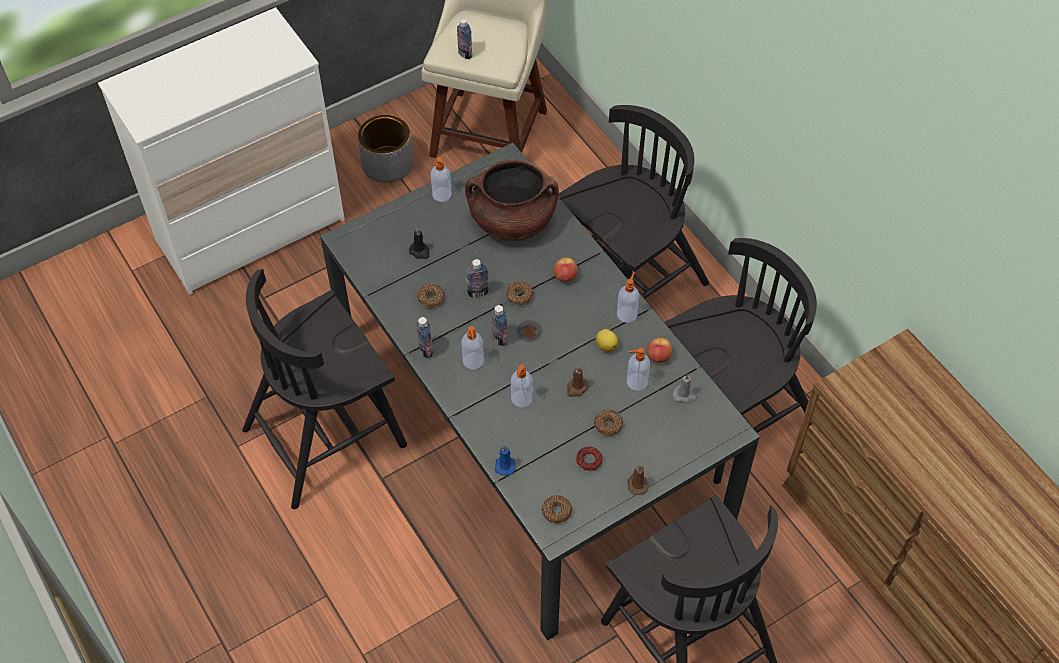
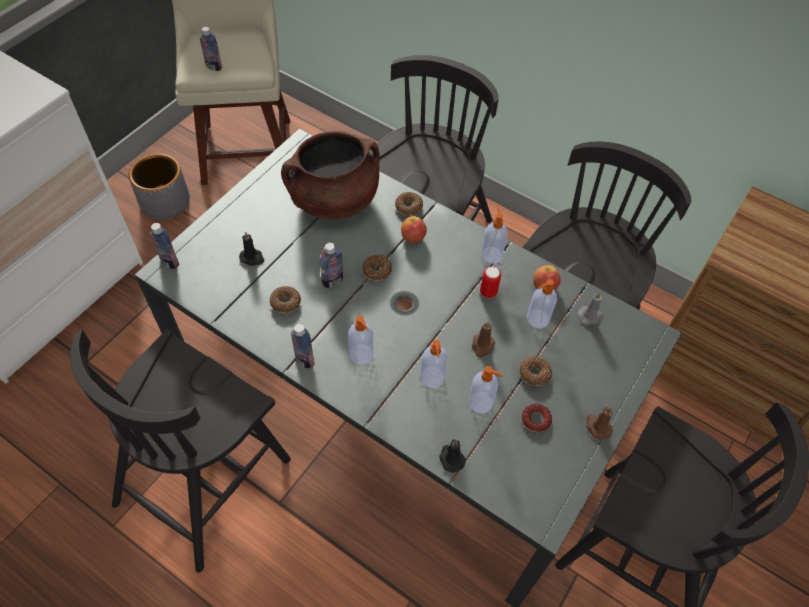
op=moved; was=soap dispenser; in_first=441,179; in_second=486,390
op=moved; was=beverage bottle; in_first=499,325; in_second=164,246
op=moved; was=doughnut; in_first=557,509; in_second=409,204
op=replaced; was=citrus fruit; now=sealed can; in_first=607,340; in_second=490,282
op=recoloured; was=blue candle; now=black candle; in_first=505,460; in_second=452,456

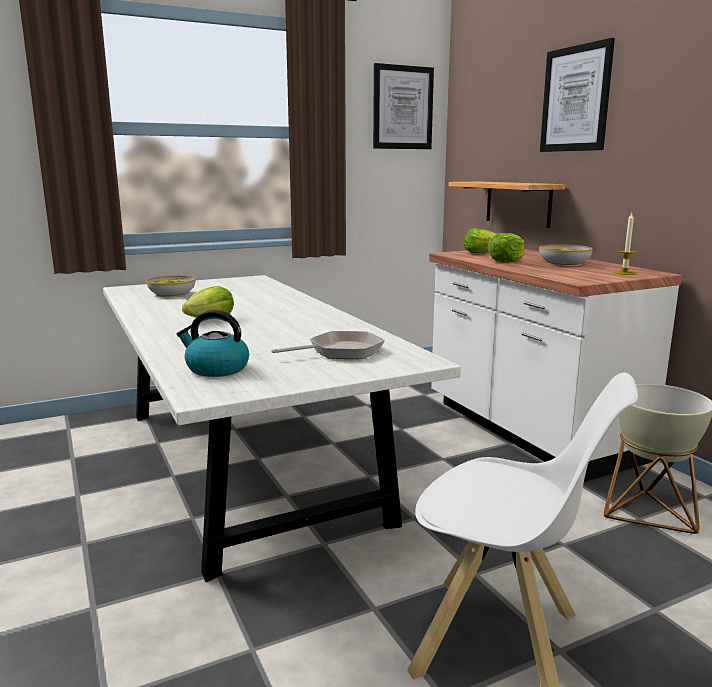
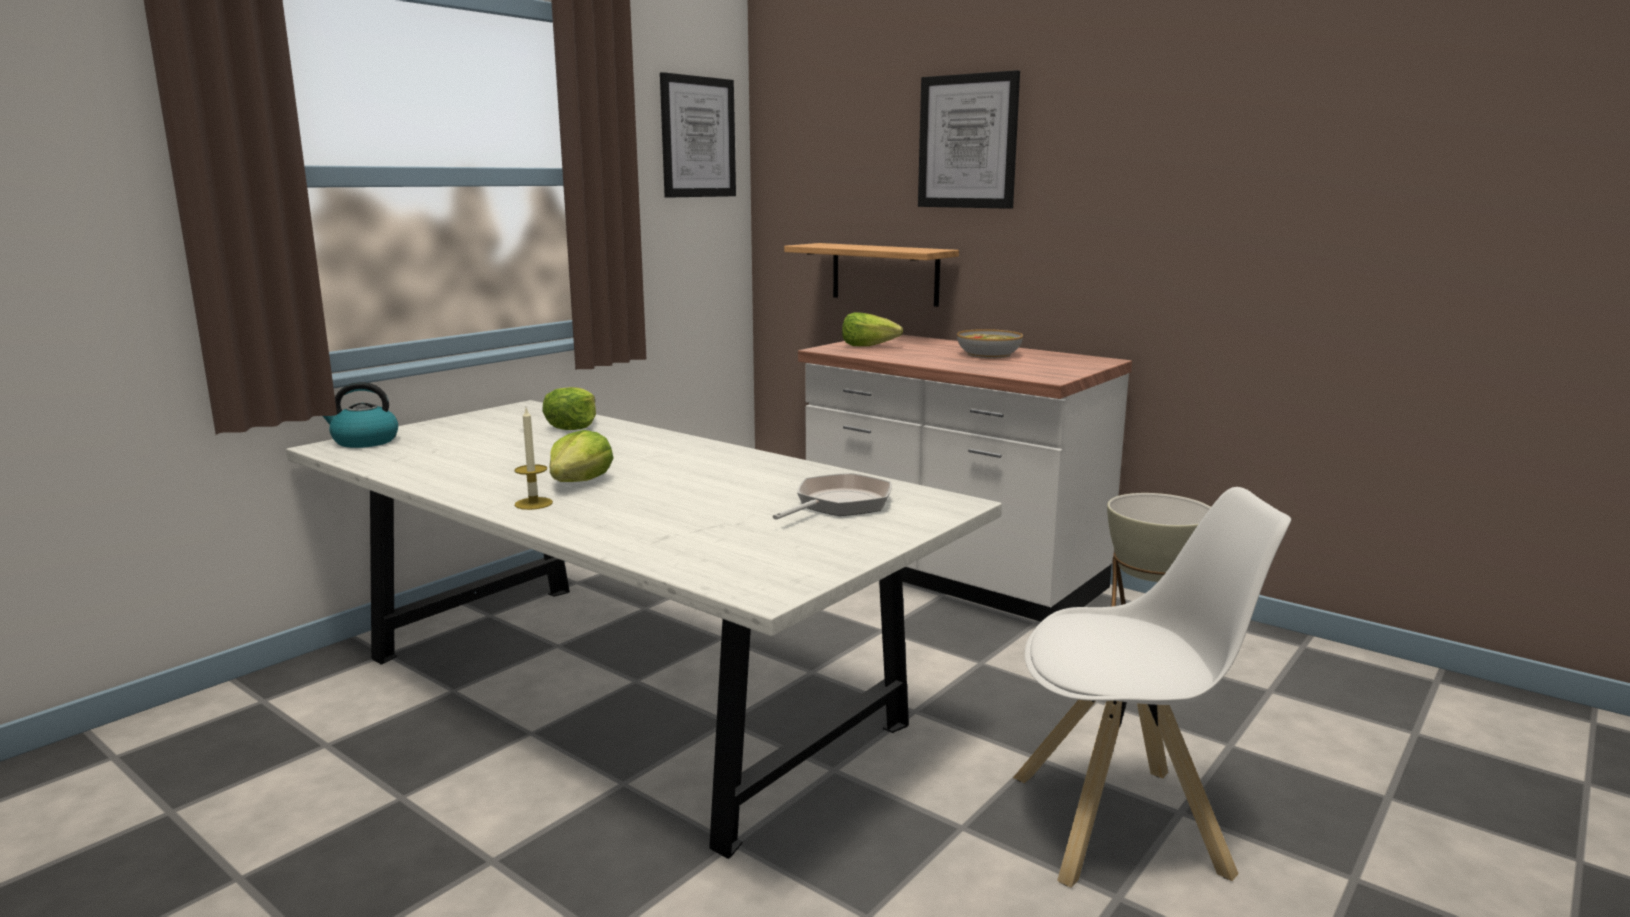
op=removed; was=deep dish; in_first=171,286
op=moved; was=kettle; in_first=213,343; in_second=360,415
op=moved; was=head of lettuce; in_first=506,247; in_second=569,408
op=moved; was=candle; in_first=625,244; in_second=534,459

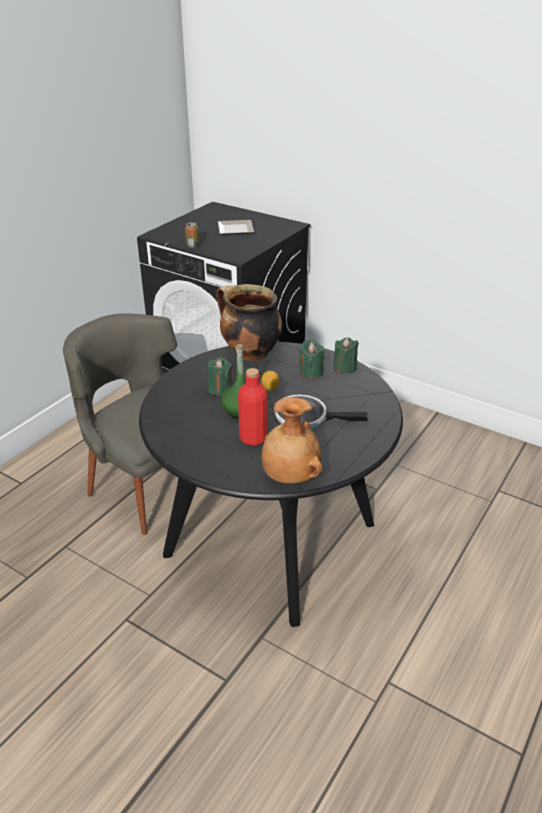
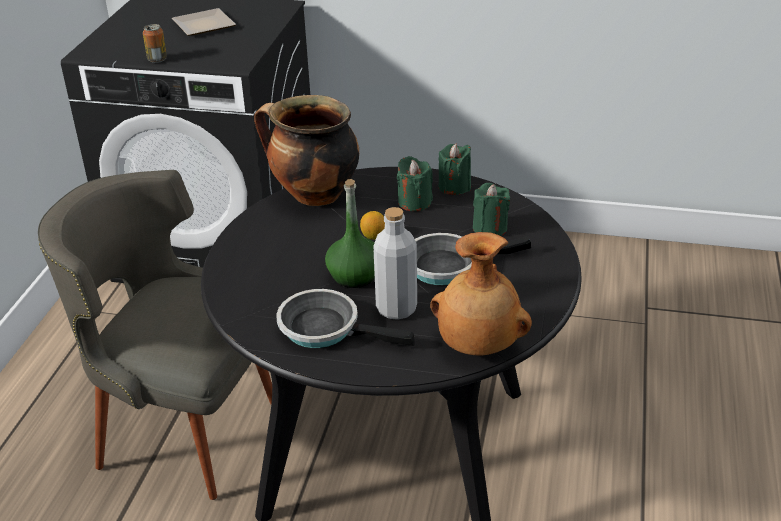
op=added; now=frying pan; in_second=345,318
op=moved; was=green candle; in_first=219,376; in_second=491,209
op=recoloured; was=red-coloured beverage bottle; now=grey beverage bottle; in_first=253,407; in_second=395,263

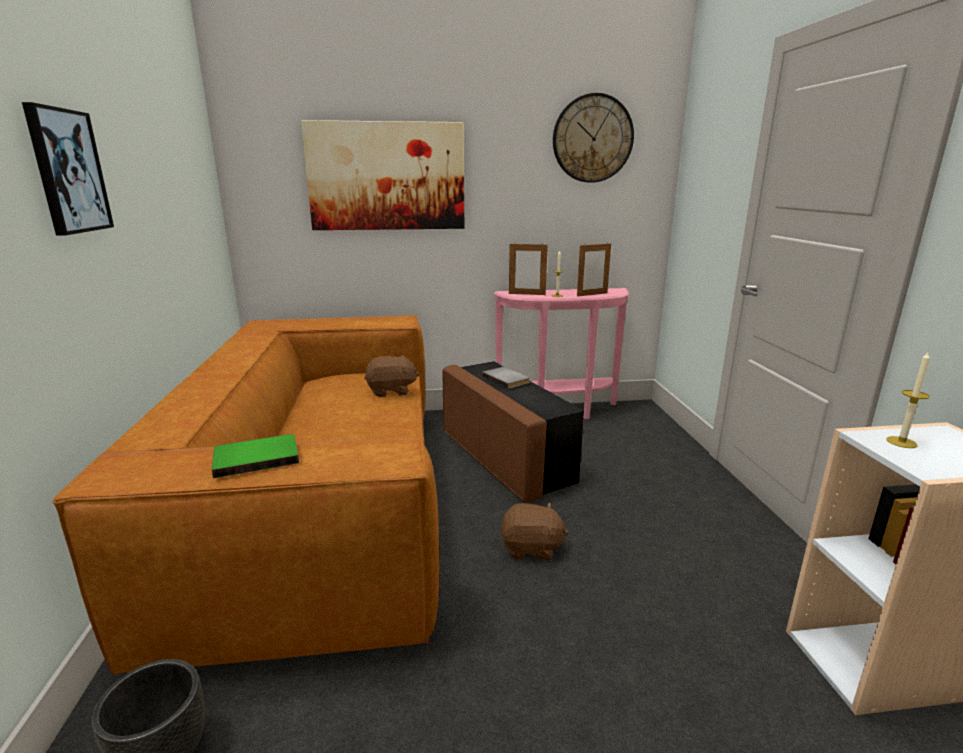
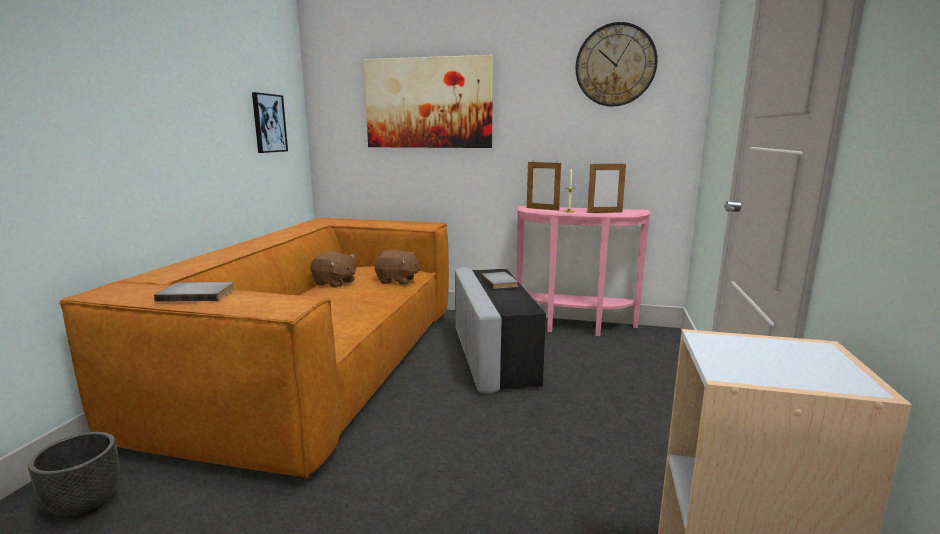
op=removed; was=candle; in_first=908,400
op=moved; was=picture; in_first=68,169; in_second=270,122
op=moved; was=brownish plush toy; in_first=534,531; in_second=333,269
op=recoloured; was=green volume; now=grey volume; in_first=255,456; in_second=194,292
op=recoloured; was=brownish footrest; now=grey footrest; in_first=513,431; in_second=500,330

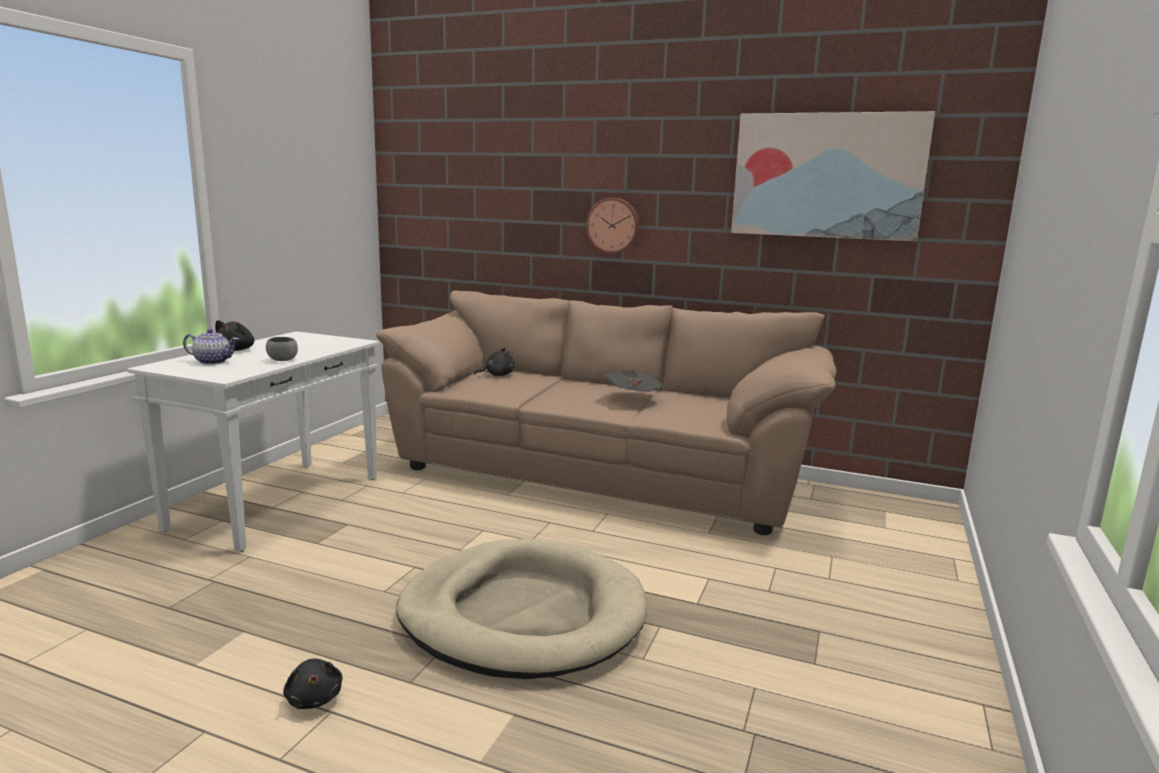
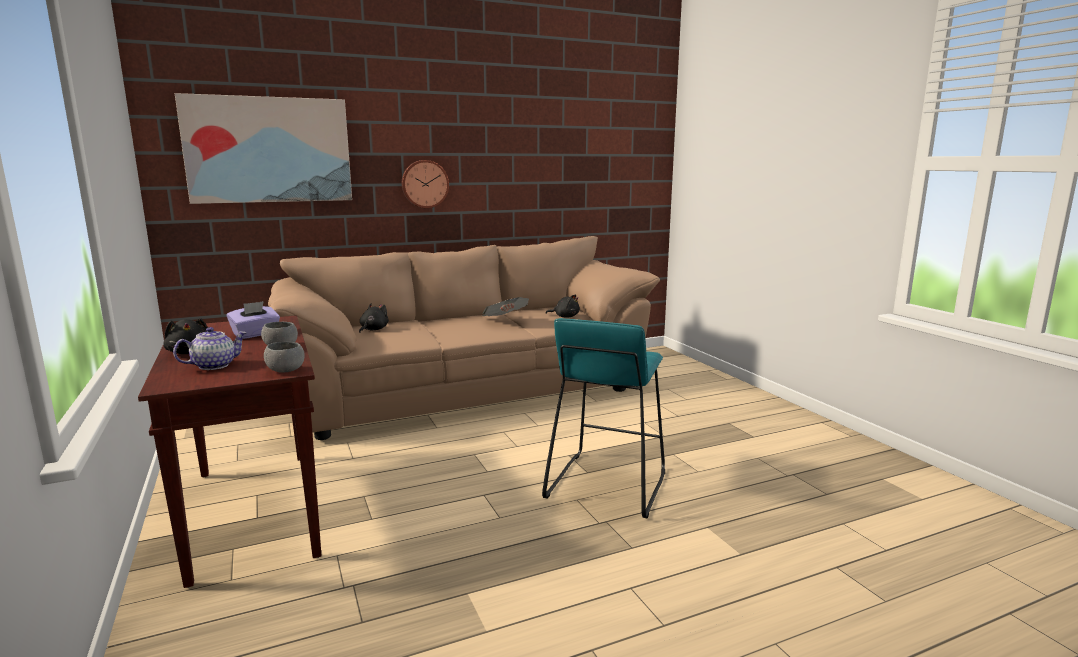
op=added; now=purple-coloured tissue box; in_second=253,320
op=added; now=grey deep dish; in_second=284,357
op=moved; was=black plush toy; in_first=312,684; in_second=563,306
op=moved; was=picture; in_first=833,176; in_second=263,148
op=replaced; was=beige-coloured dog cushion; now=turquoise sitting stool; in_first=521,609; in_second=603,418
op=recoloured; was=whitish narrow table; now=brownish narrow table; in_first=253,441; in_second=230,451

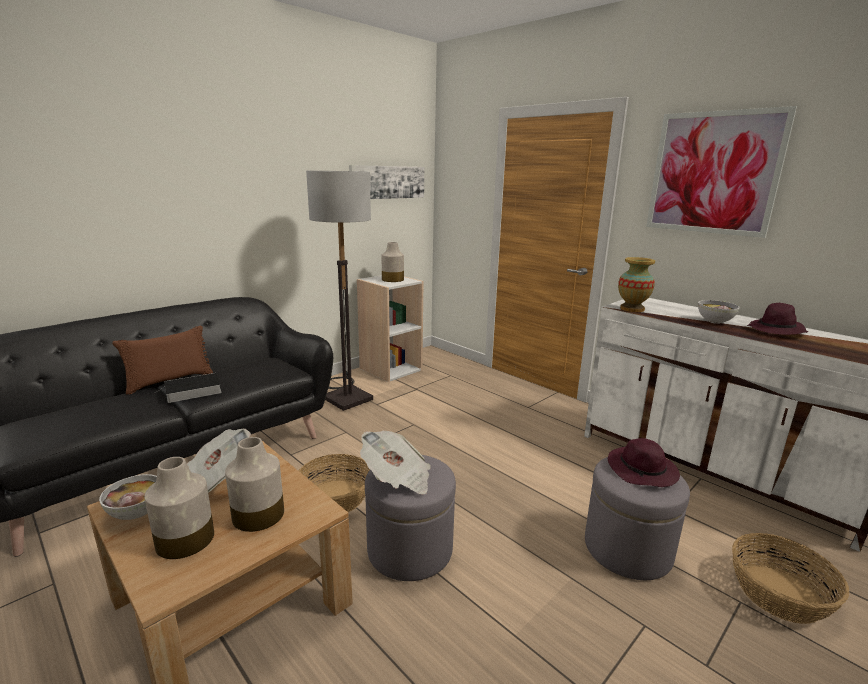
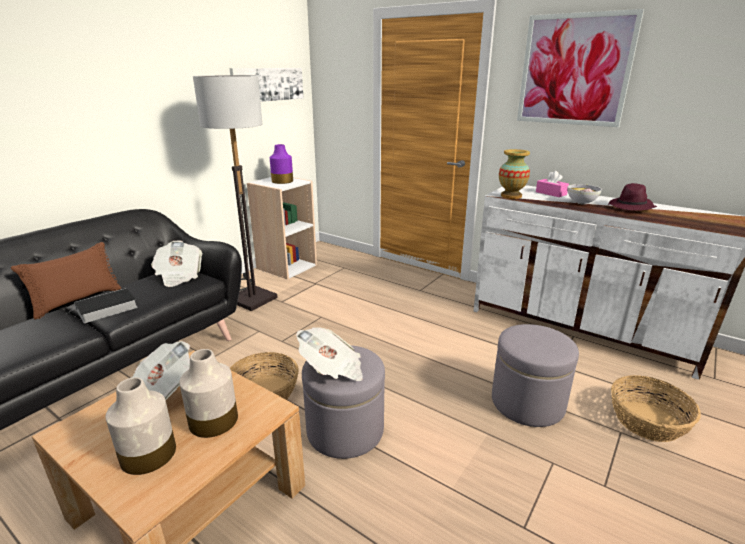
op=removed; was=deep dish; in_first=128,497
op=removed; was=purple-coloured clothing hat; in_first=644,462
op=added; now=daily paper; in_second=177,263
op=added; now=pink tissue box; in_second=552,184
op=recoloured; was=beige-coloured vase; now=purple-coloured vase; in_first=393,262; in_second=281,164

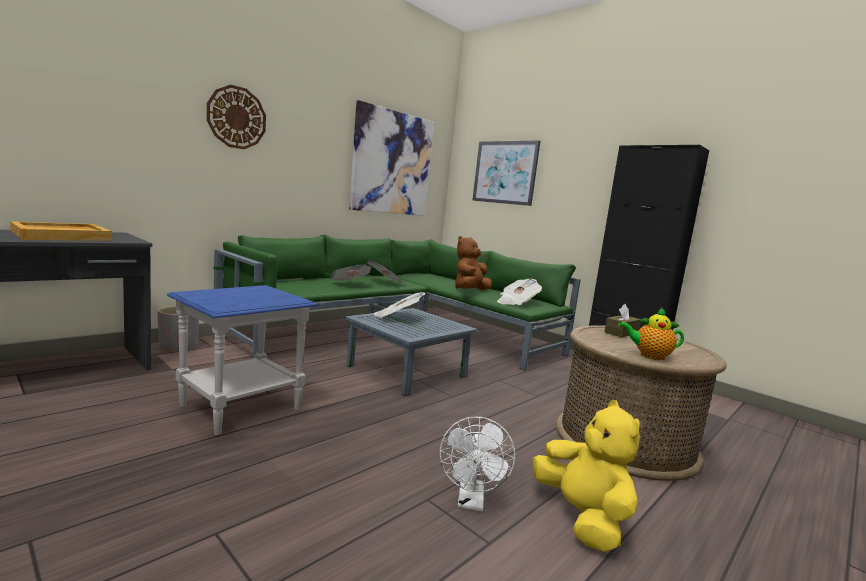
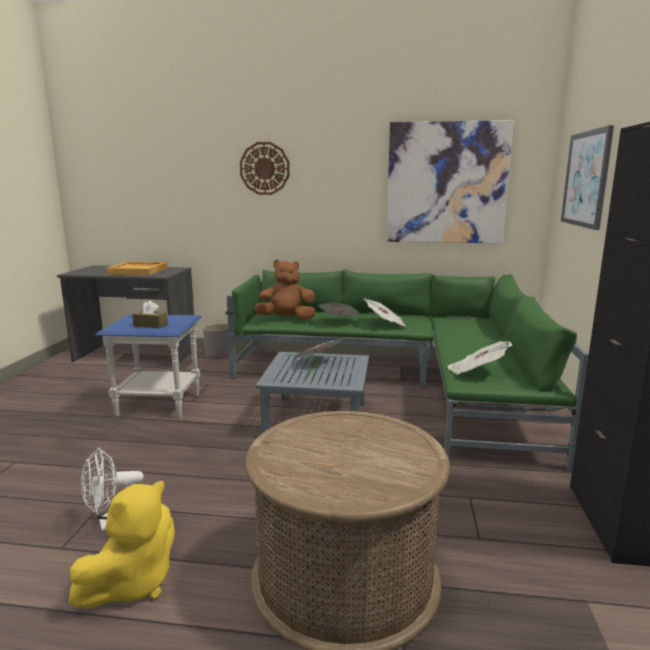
op=removed; was=tea pot; in_first=651,333
op=moved; was=brownish plush toy; in_first=473,263; in_second=285,290
op=moved; was=brownish tissue box; in_first=622,320; in_second=150,314

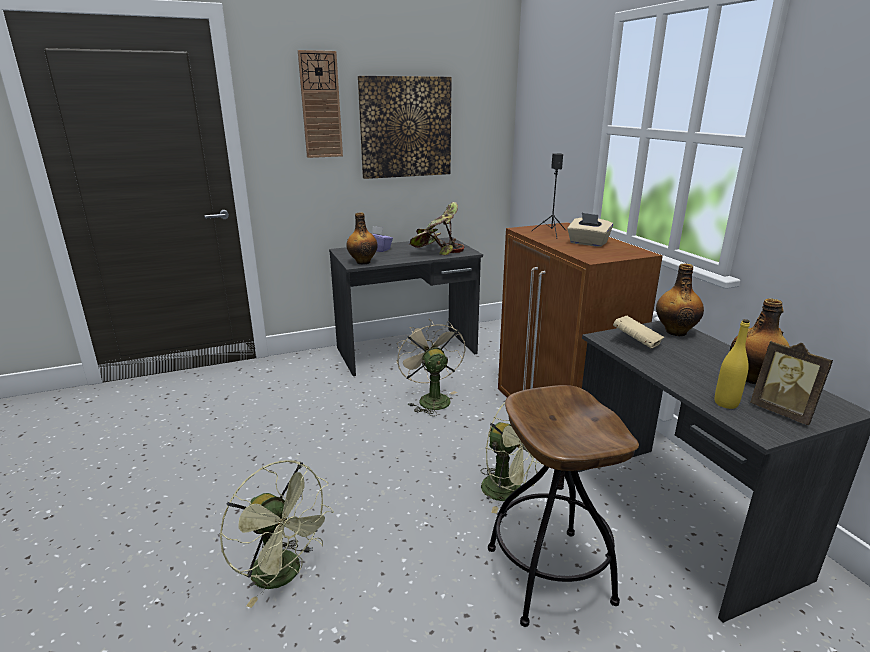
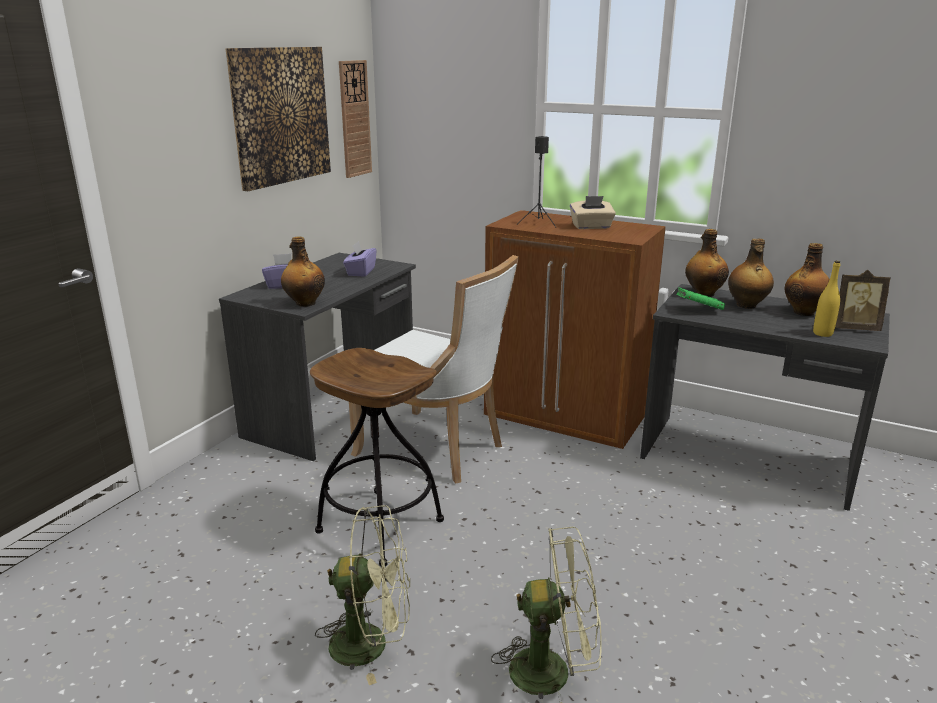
op=added; now=beverage bottle; in_second=751,274
op=moved; was=wall clock; in_first=320,104; in_second=355,119
op=moved; was=green electric fan; in_first=511,458; in_second=362,595
op=moved; was=brownish sitting stool; in_first=563,506; in_second=377,457
op=replaced; was=beige-coloured electric fan; now=whitish upright chair; in_first=431,367; in_second=434,369
op=replaced; was=houseplant; now=purple-coloured tissue box; in_first=436,229; in_second=360,259
op=recoloured; was=beige-coloured volume; now=green volume; in_first=638,332; in_second=700,298

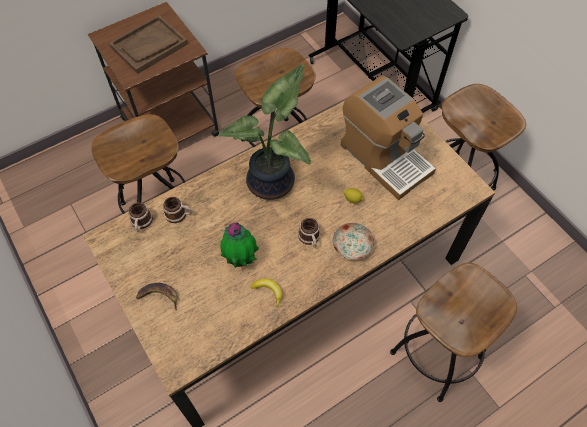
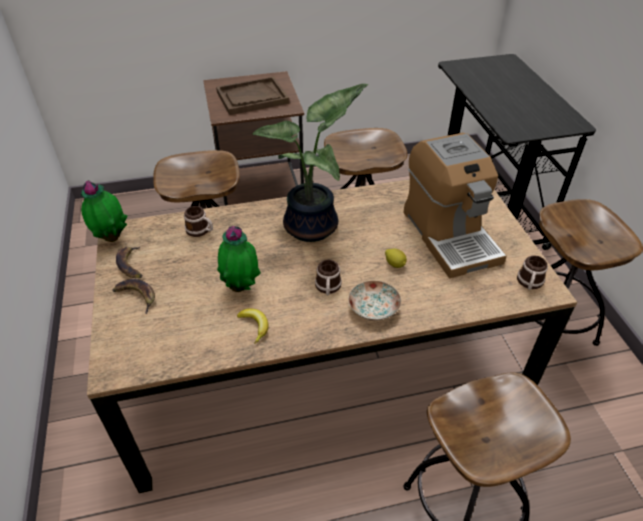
op=added; now=houseplant; in_second=104,211
op=added; now=banana; in_second=129,262
op=moved; was=coffee mug; in_first=140,217; in_second=532,272

